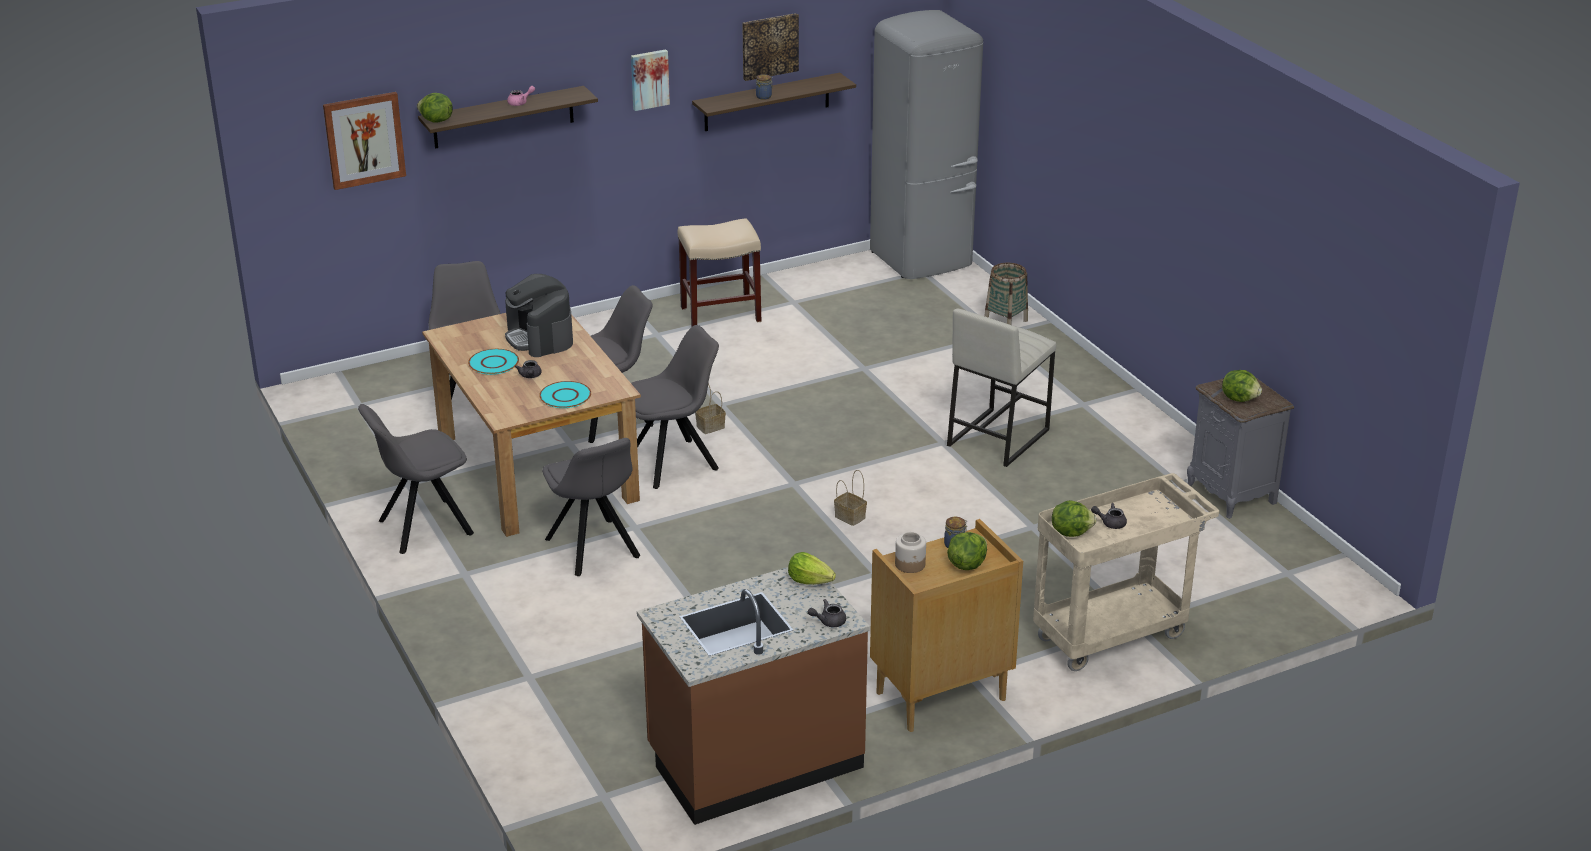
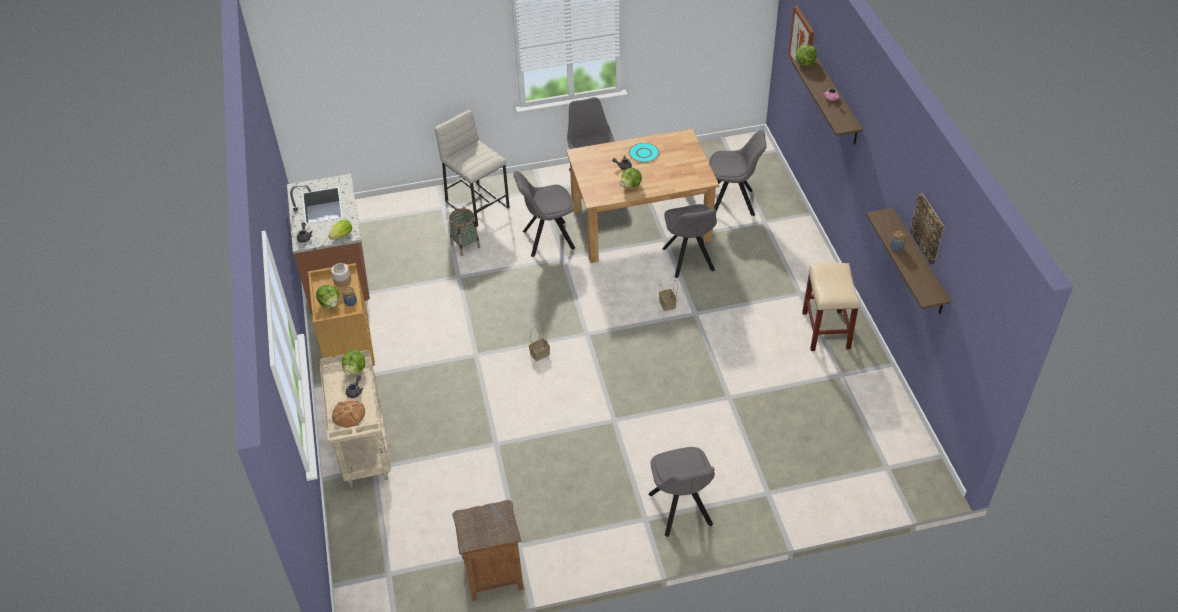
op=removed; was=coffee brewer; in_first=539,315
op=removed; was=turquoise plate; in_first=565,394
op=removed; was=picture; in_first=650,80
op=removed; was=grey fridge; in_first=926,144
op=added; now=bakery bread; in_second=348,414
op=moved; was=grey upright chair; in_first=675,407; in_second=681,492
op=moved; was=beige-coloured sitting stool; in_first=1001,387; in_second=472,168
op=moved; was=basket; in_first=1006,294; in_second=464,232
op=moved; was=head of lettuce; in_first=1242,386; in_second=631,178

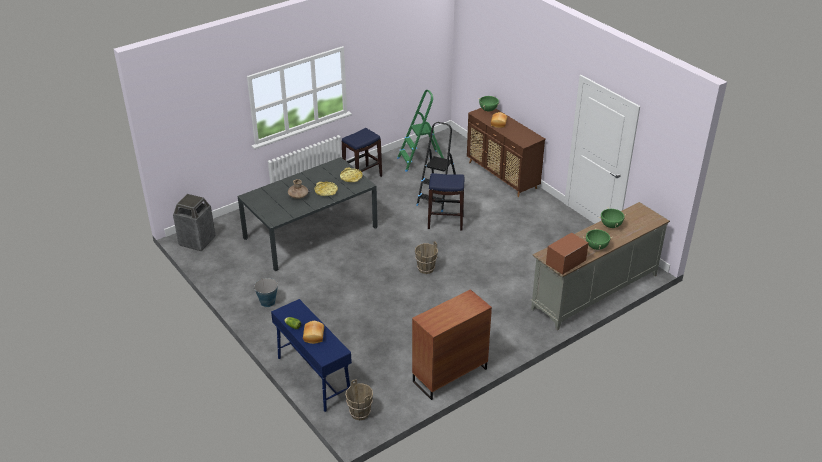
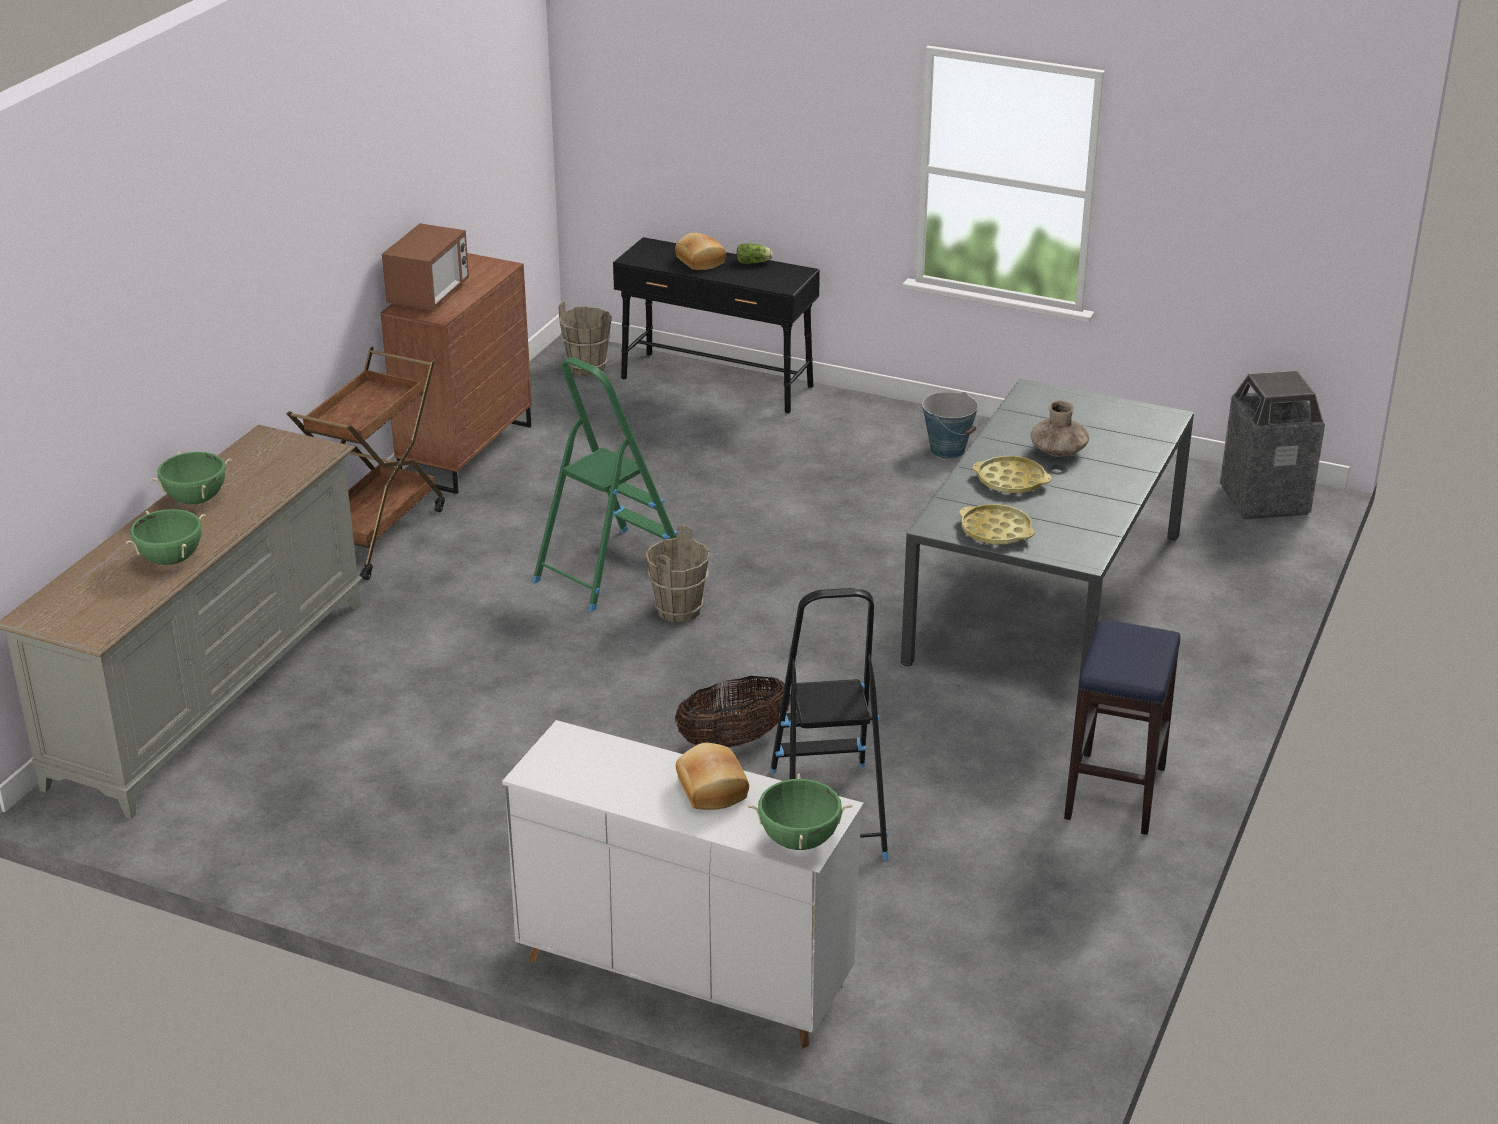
op=added; now=brownish wheeled cart; in_second=365,463
op=moved; was=green step stool; in_first=420,131; in_second=604,484
op=moved; was=kitchen microwave; in_first=567,253; in_second=425,266
op=replaced; was=sitting stool; now=basket; in_first=446,202; in_second=733,711
op=recoloured; was=blue narrow table; now=black narrow table; in_first=311,355; in_second=716,325
op=recoloured; was=brownish storage cabinet; now=whitish storage cabinet; in_first=506,152; in_second=682,884

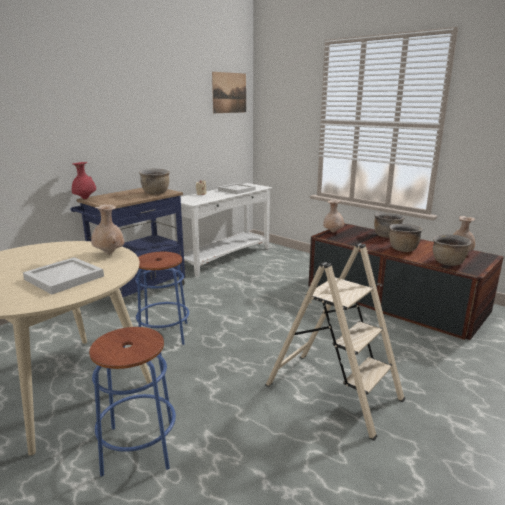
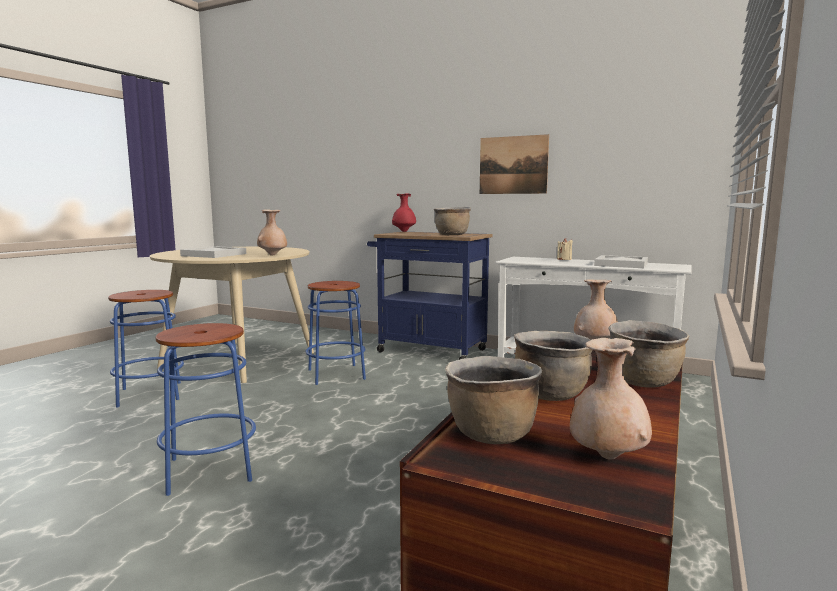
op=moved; was=picture; in_first=229,92; in_second=514,164
op=replaced; was=beige-coloured step stool; now=blue sitting stool; in_first=335,342; in_second=206,409

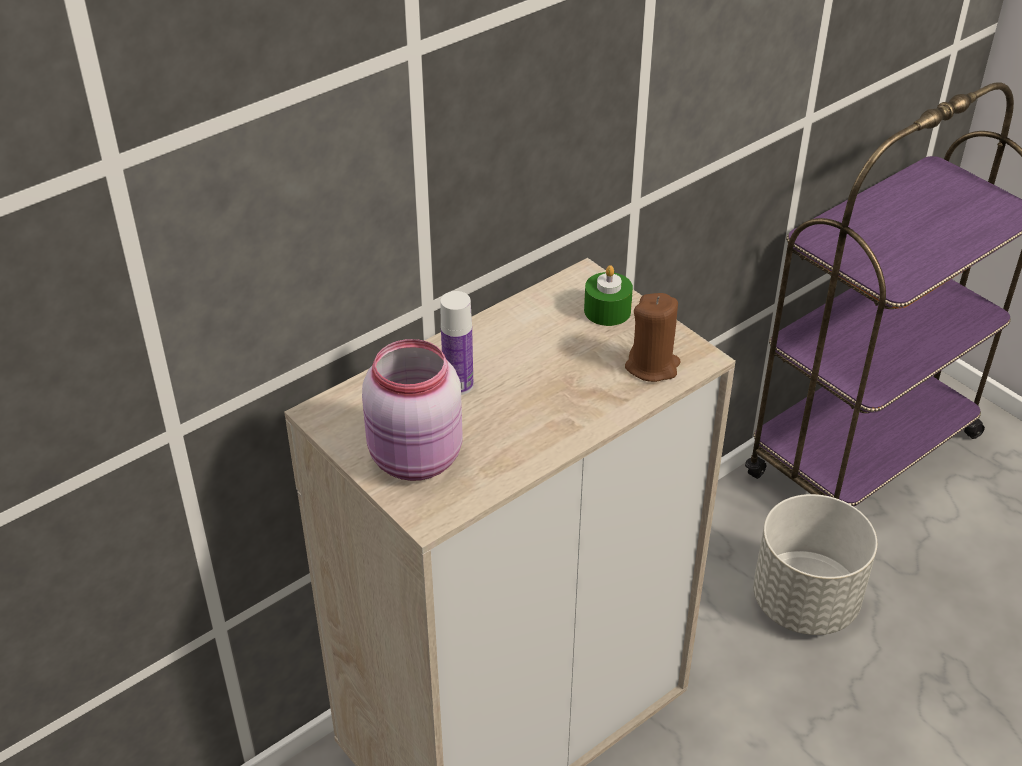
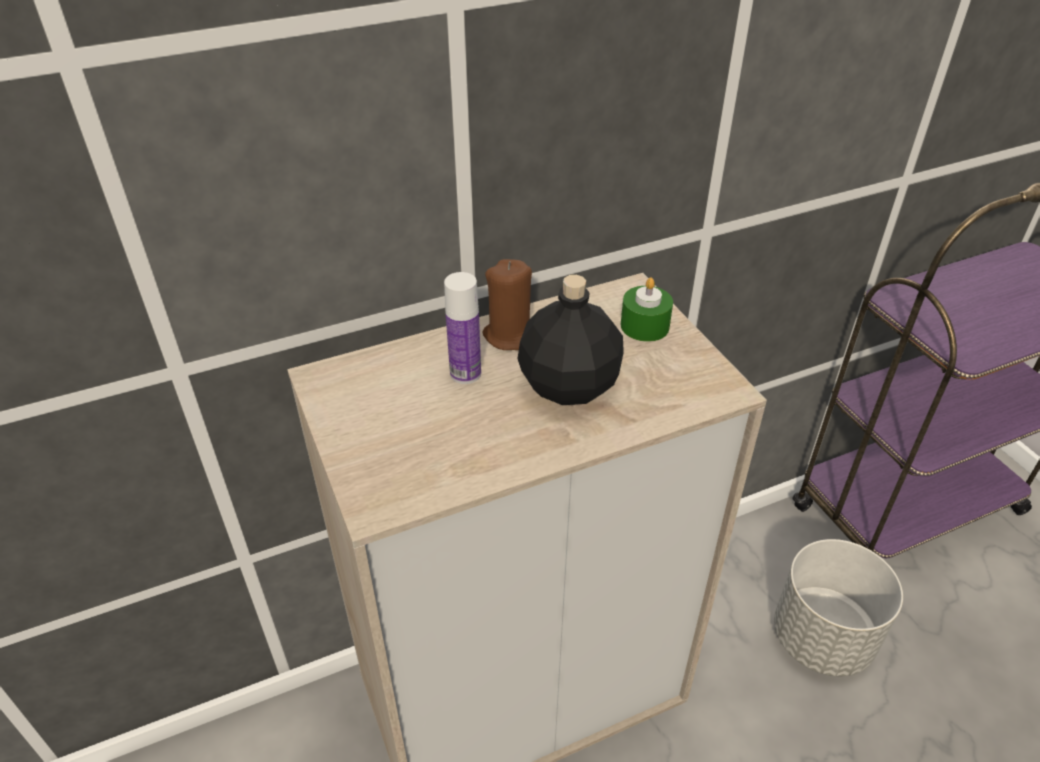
op=removed; was=pink storage jar; in_first=412,410
op=added; now=black beverage bottle; in_second=571,340
op=moved; was=brownish candle; in_first=653,337; in_second=507,304

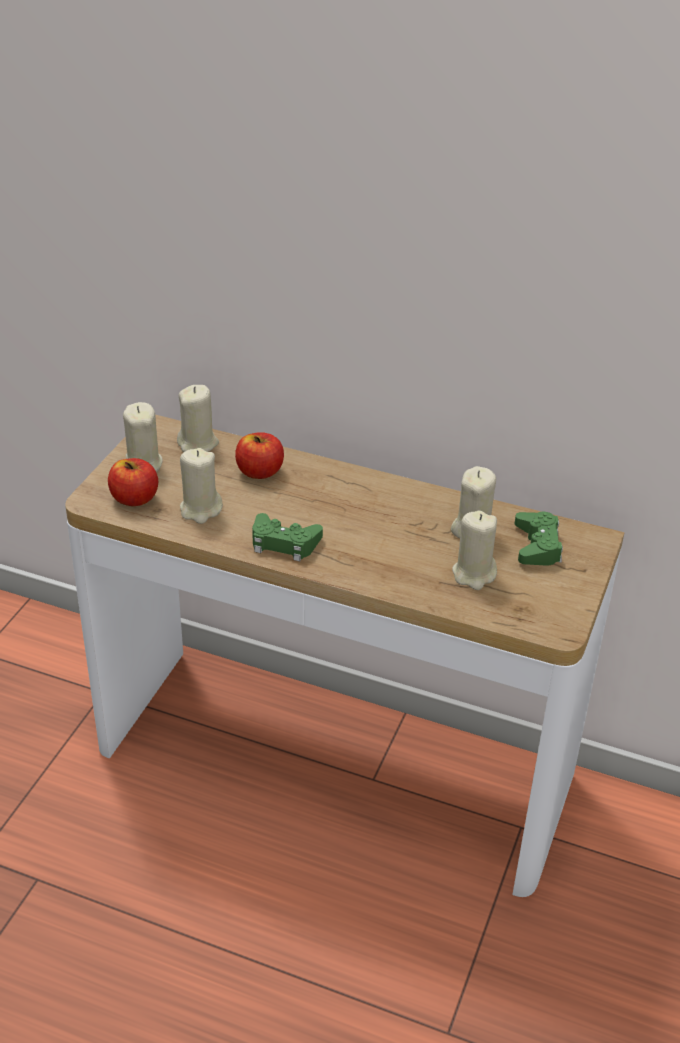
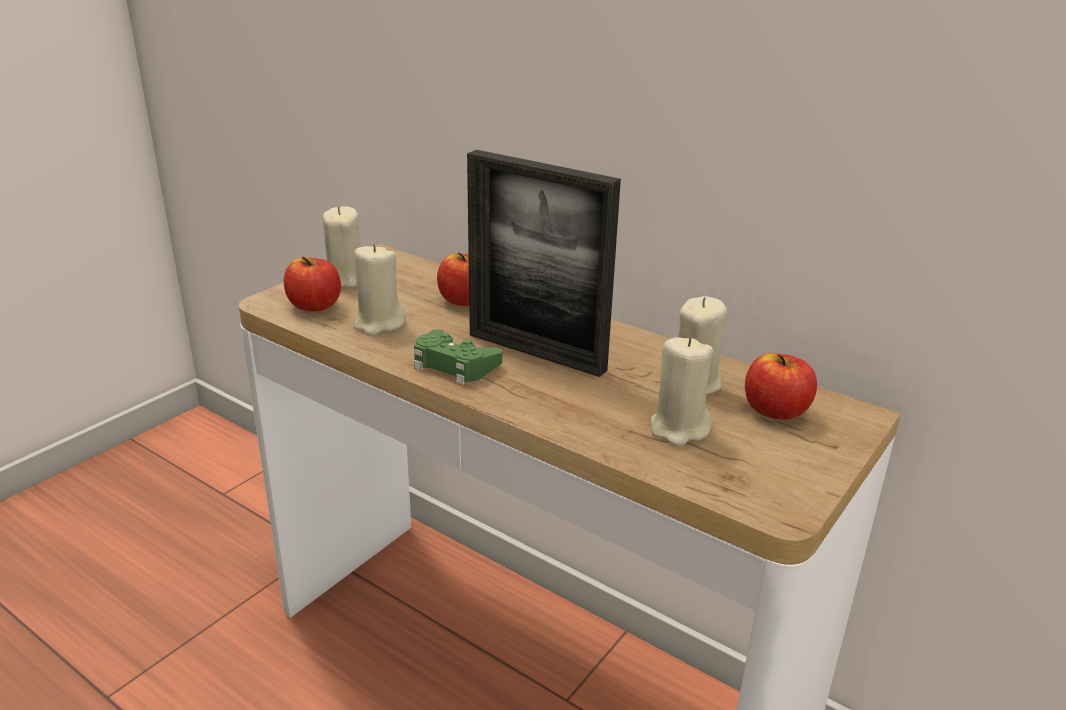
op=removed; was=beige-coloured candle; in_first=198,418
op=added; now=standing frame; in_second=544,263
op=replaced; was=green gamepad; now=apple; in_first=539,539; in_second=781,386

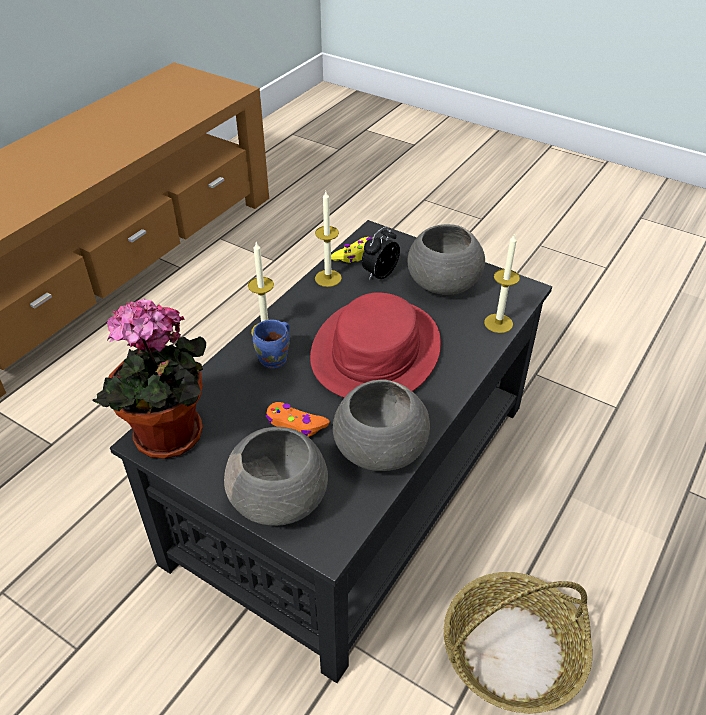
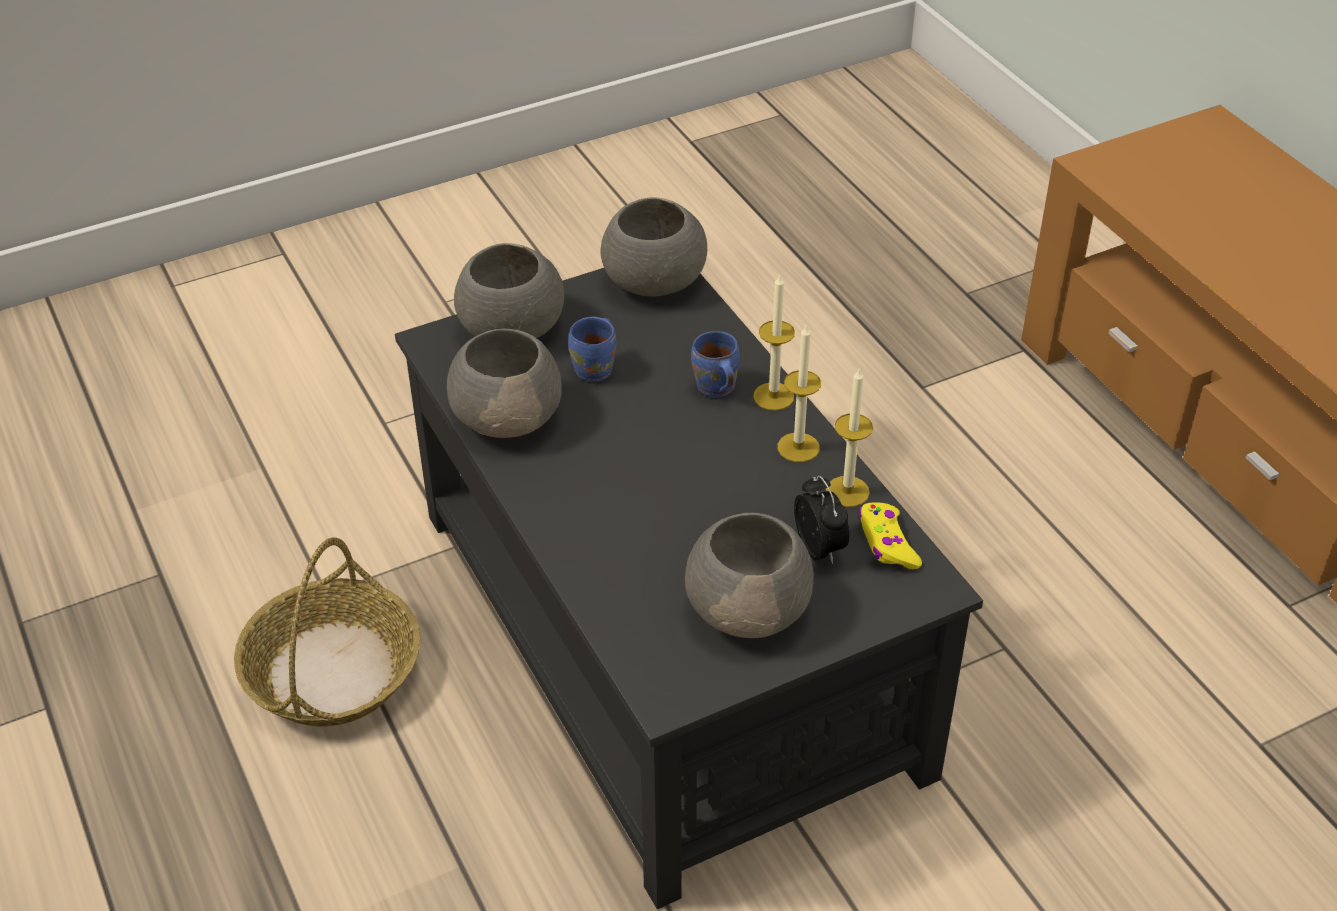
op=removed; was=red-coloured clothing hat; in_first=375,345
op=moved; was=candle; in_first=502,283; in_second=799,393
op=replaced; was=houseplant; now=grey deep dish; in_first=149,379; in_second=654,247
op=replaced; was=orange-coloured gamepad; now=blue coffee mug; in_first=298,419; in_second=592,349

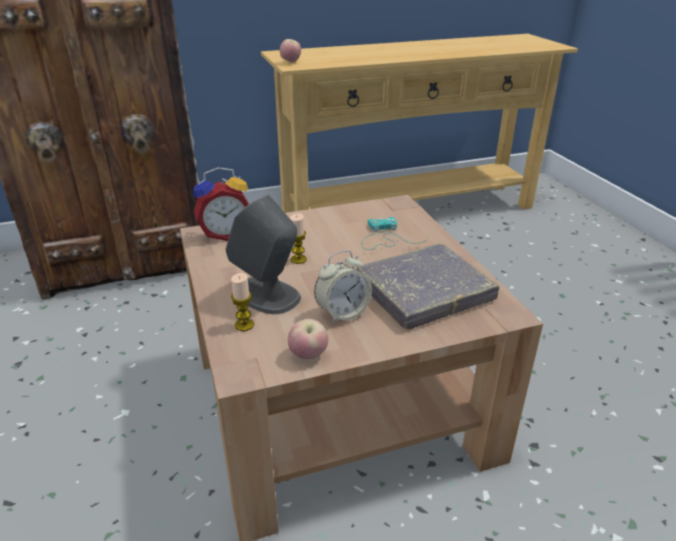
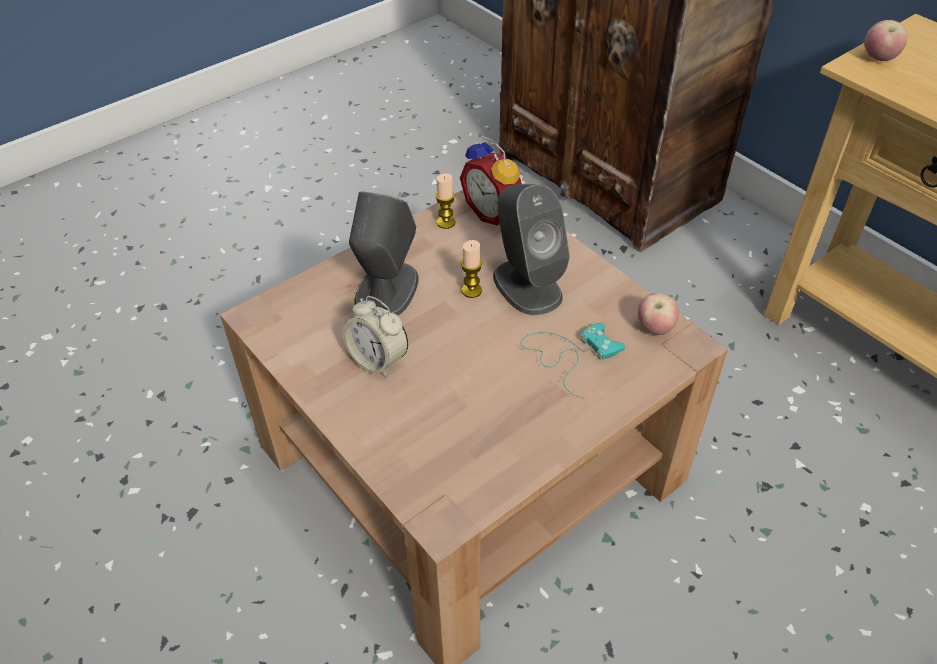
op=removed; was=grey volume; in_first=427,286
op=added; now=grey speaker; in_second=531,249
op=moved; was=candle; in_first=242,302; in_second=445,201
op=moved; was=apple; in_first=308,339; in_second=658,314

